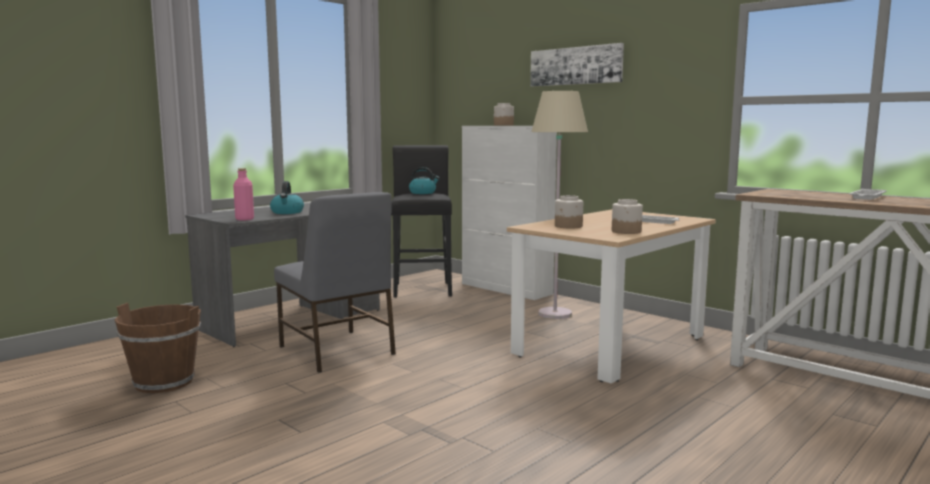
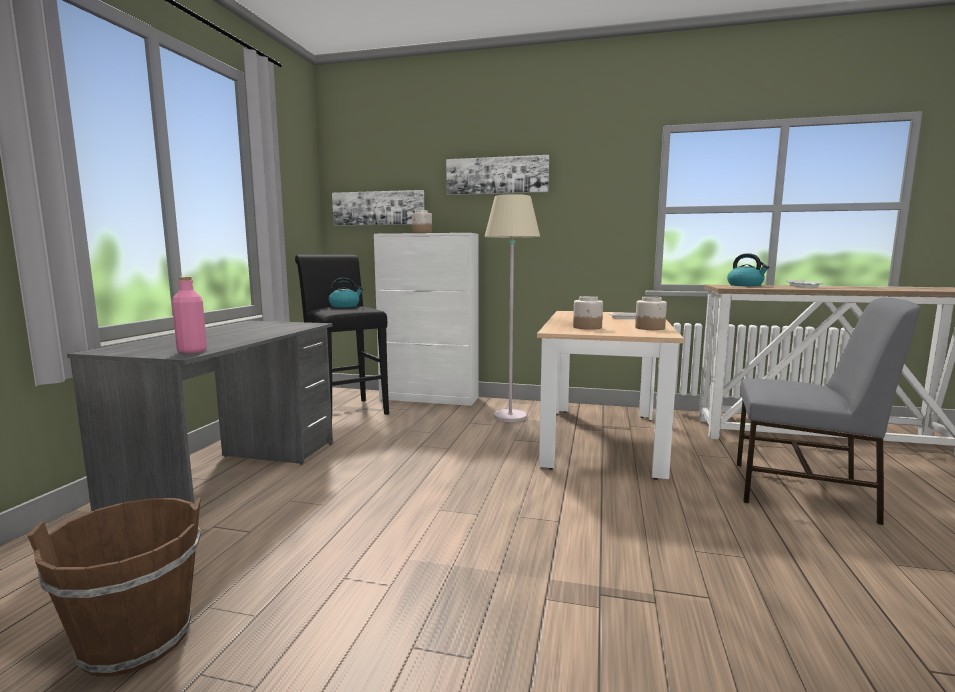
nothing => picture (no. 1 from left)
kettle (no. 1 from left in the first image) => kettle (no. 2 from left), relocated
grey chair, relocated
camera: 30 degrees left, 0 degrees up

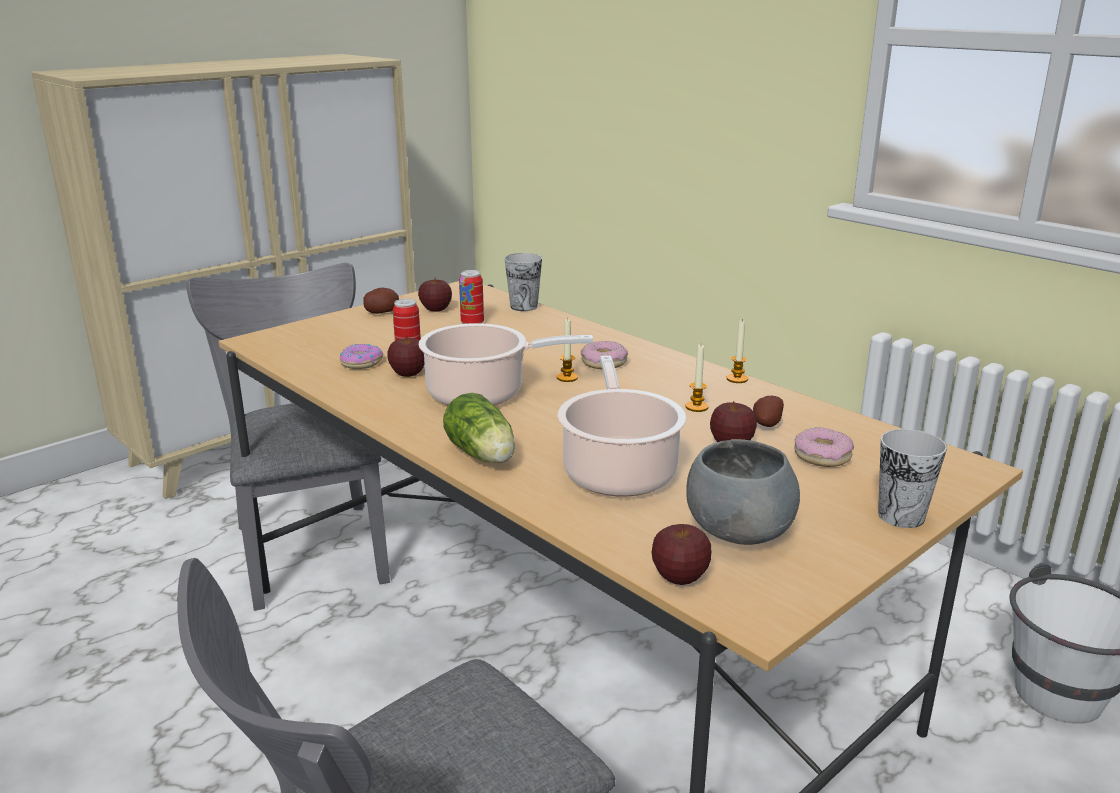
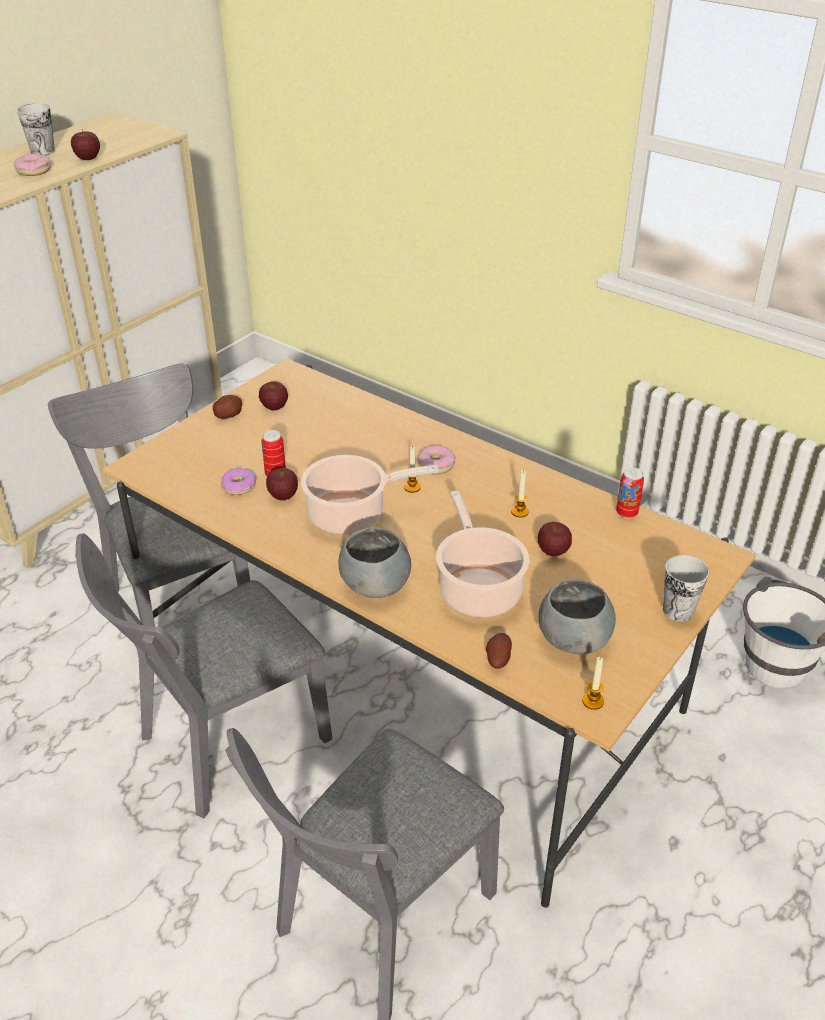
donut (no. 3 from left in the first image) => donut (no. 1 from left), relocated
cup (no. 1 from left), relocated
apple (no. 3 from left in the first image) => apple (no. 1 from left), relocated
nothing => grey chair (no. 2 from left)
lettuce => grey bowl (no. 1 from left)
potato (no. 2 from left), relocated
candle (no. 3 from left), relocated
can (no. 2 from left), relocated
camera: 10 degrees left, 15 degrees up

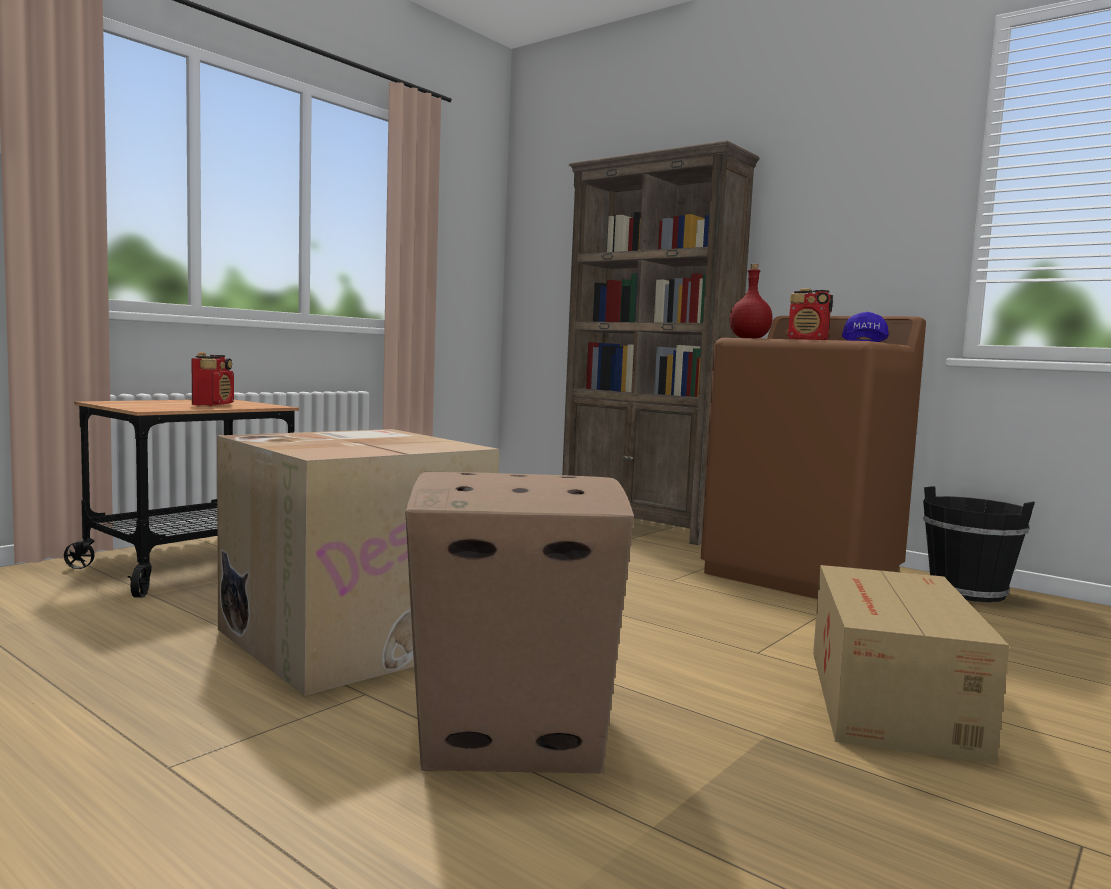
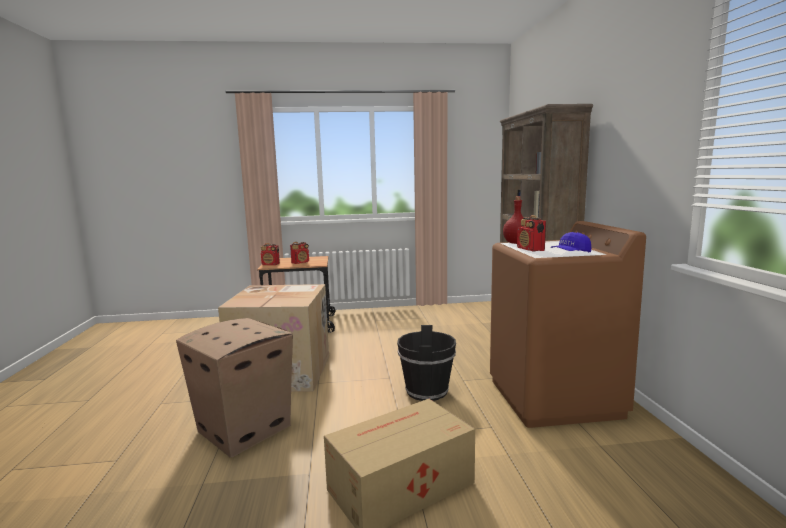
nothing => radio (no. 1 from left)
black bucket, relocated
camera: 45 degrees right, 5 degrees up

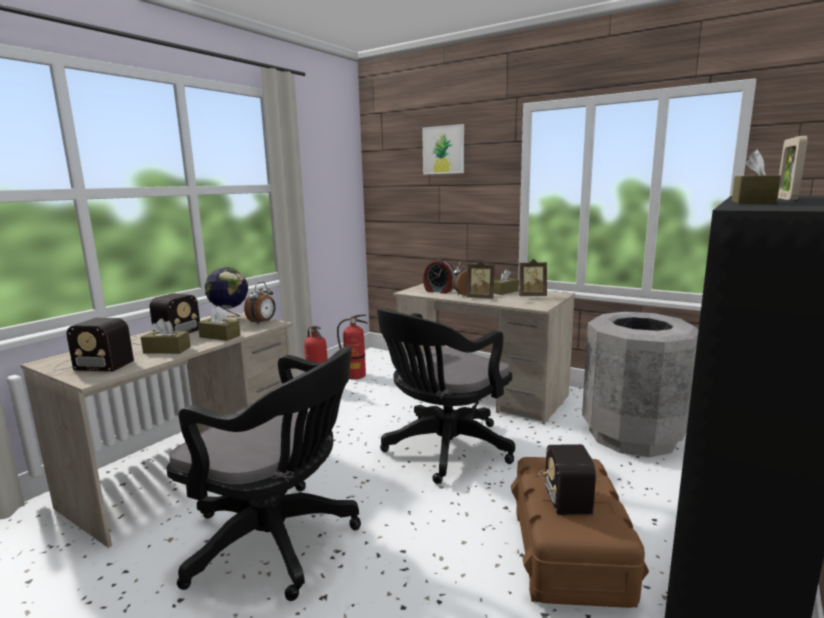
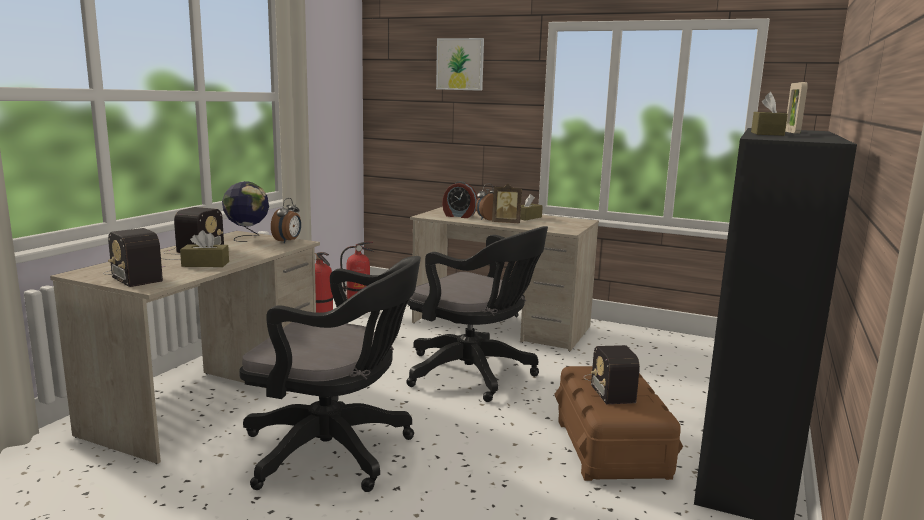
radio (no. 1 from left), 45 degrees clockwise
black office chair (no. 2 from left), 90 degrees counterclockwise
brown tissue box (no. 2 from left) => nothing
picture frame (no. 2 from left) => nothing
grey trash can => nothing
camera: 10 degrees left, 0 degrees up

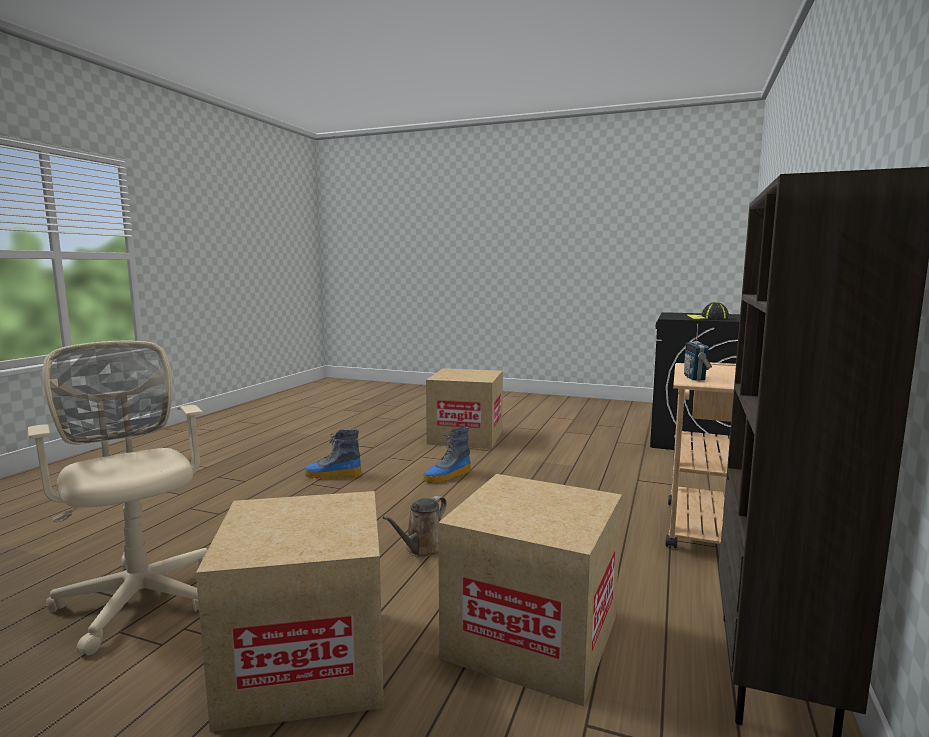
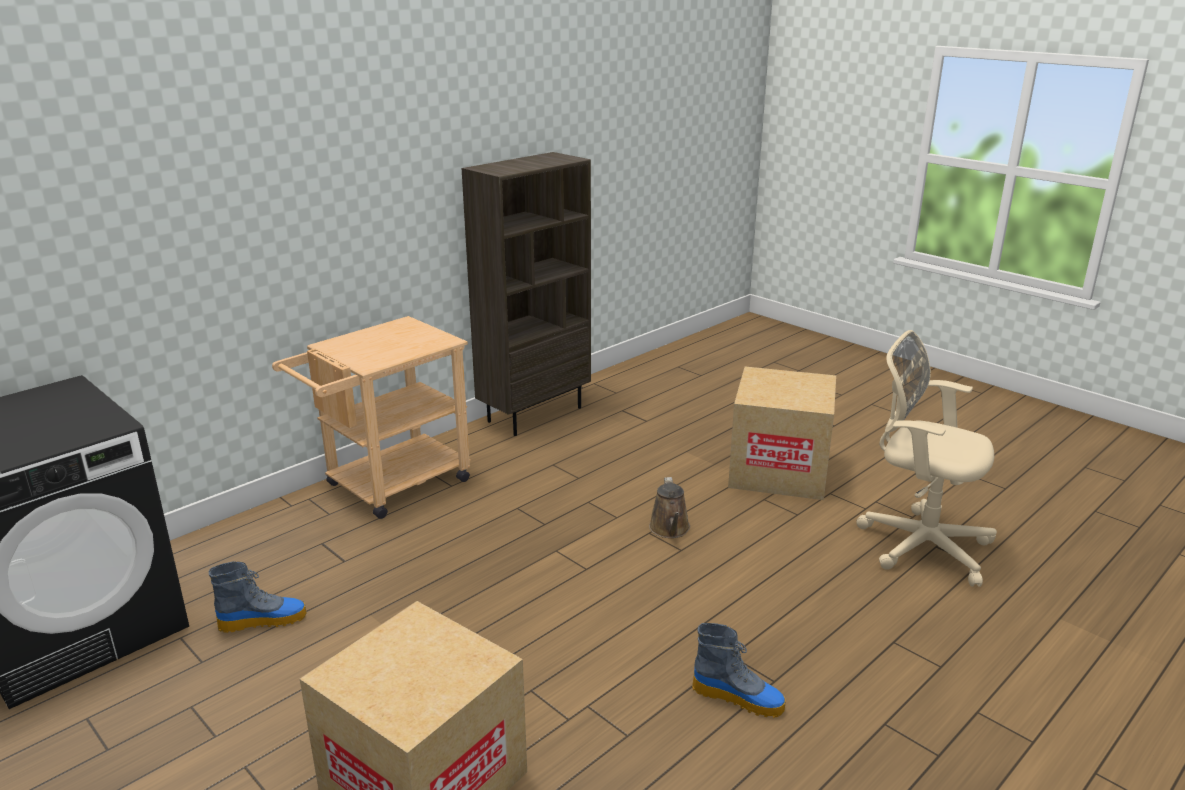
boot (no. 2 from left in the first image) => boot (no. 1 from left), relocated
brown watering can, 120 degrees clockwise
beige office chair, 135 degrees clockwise
cardboard box (no. 3 from left) => nothing
radio => nothing
cap => nothing
camera: 155 degrees left, 15 degrees up

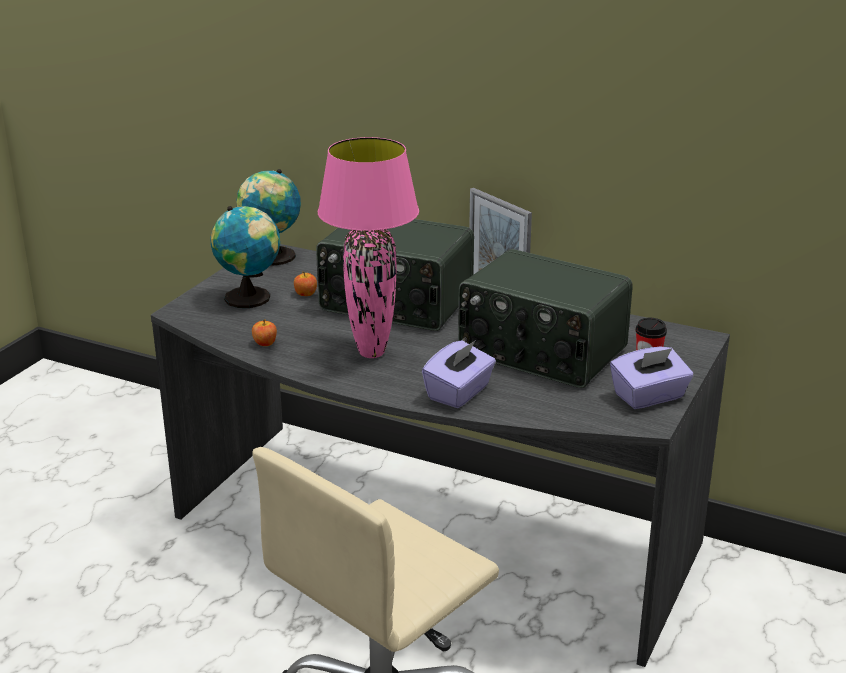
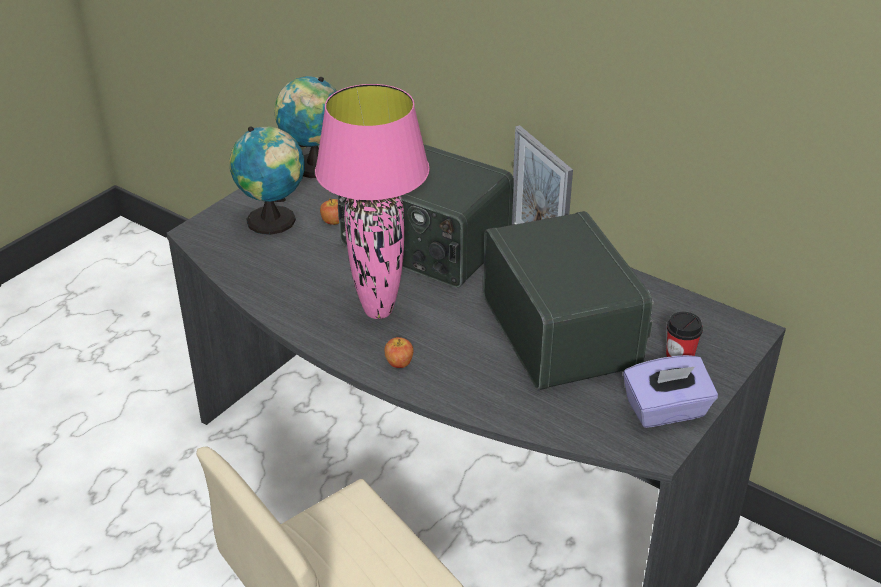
apple (no. 1 from left in the first image) => apple (no. 2 from left), relocated
radio (no. 2 from left), 150 degrees counterclockwise
purple tissue box (no. 1 from left) => nothing
camera: 10 degrees right, 10 degrees up

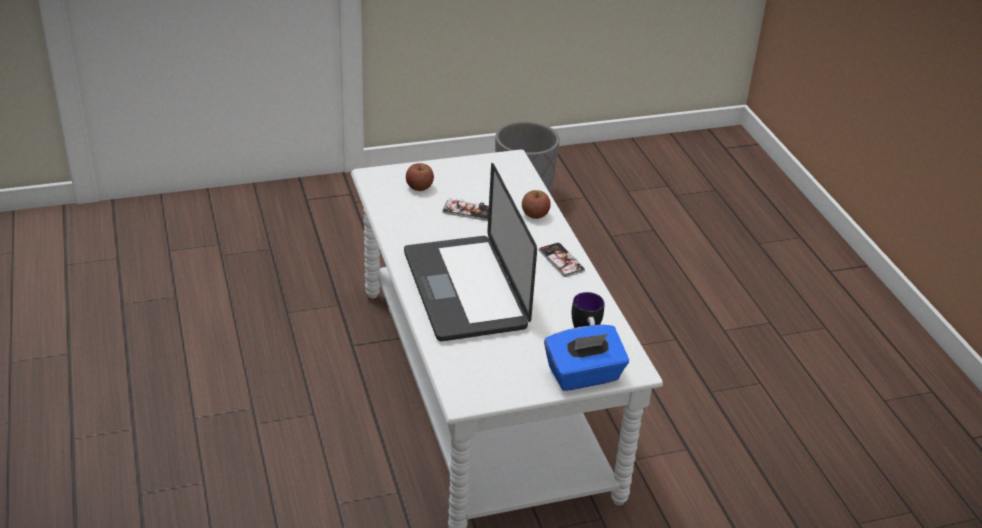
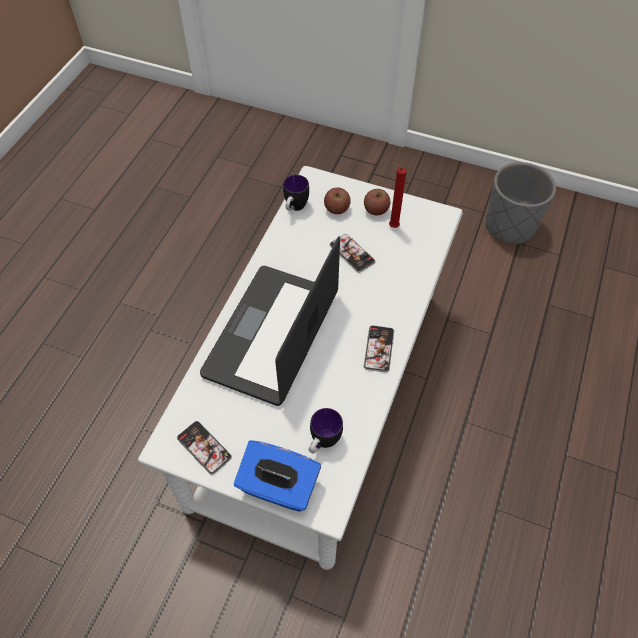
nothing => phone (no. 1 from left)
nothing => mug (no. 1 from left)
apple (no. 2 from left), relocated
nothing => red candle
camera: 40 degrees right, 20 degrees up

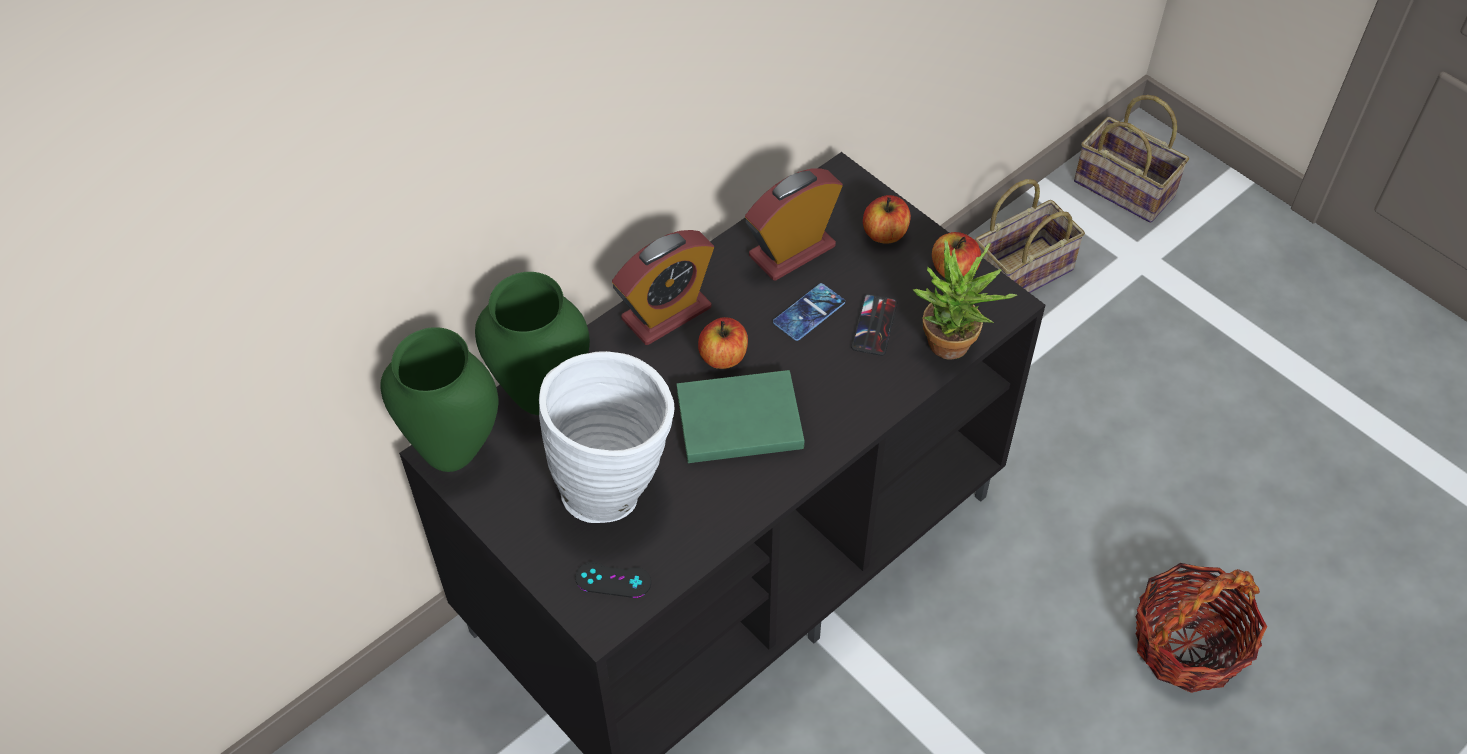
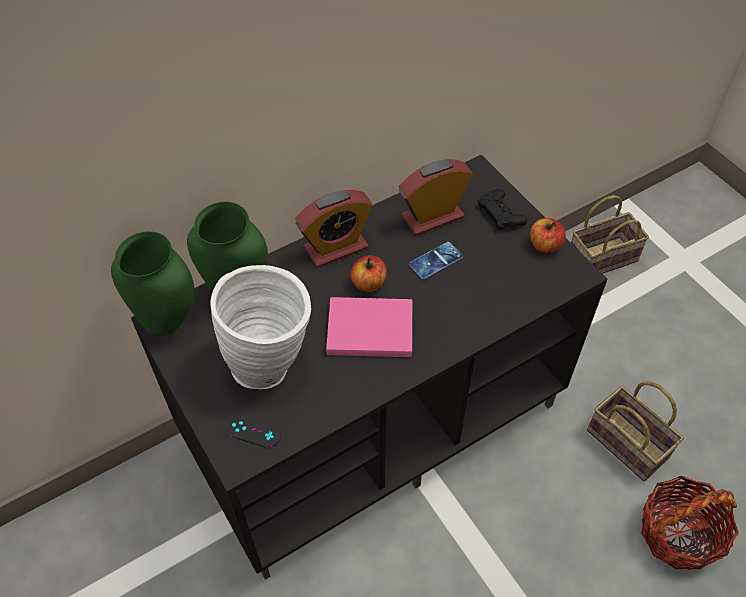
green book => pink book
apple (no. 2 from left) => black game controller (no. 2 from left)
basket (no. 2 from left), relocated
phone (no. 2 from left) => nothing
potted plant => nothing
camera: 10 degrees right, 0 degrees up

